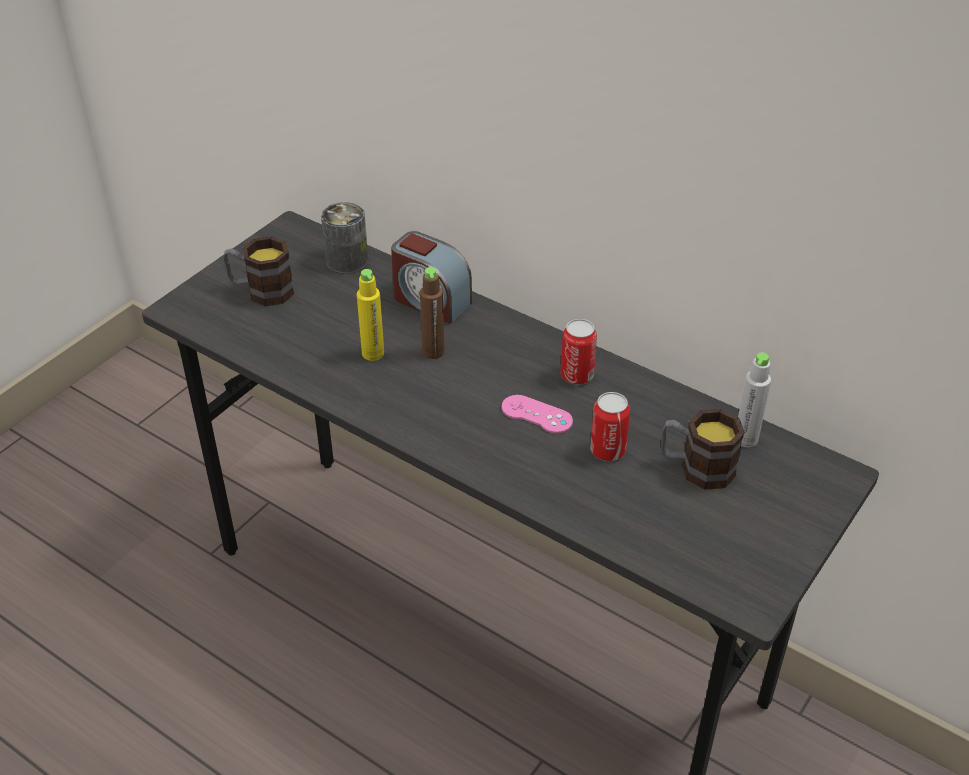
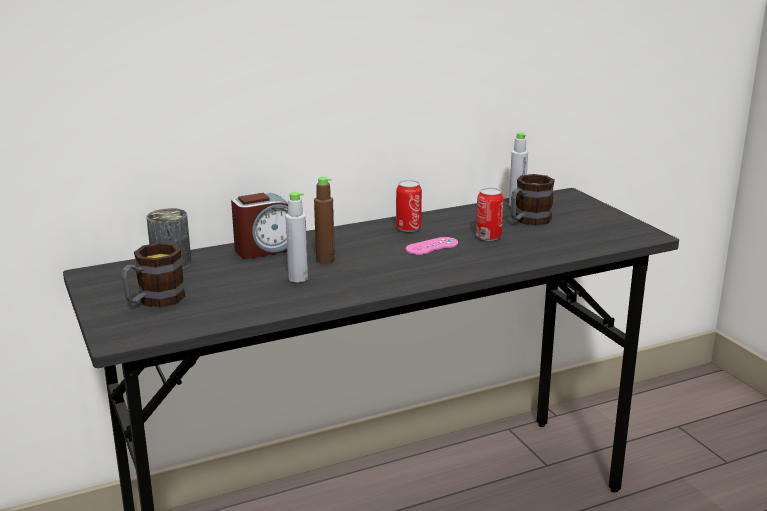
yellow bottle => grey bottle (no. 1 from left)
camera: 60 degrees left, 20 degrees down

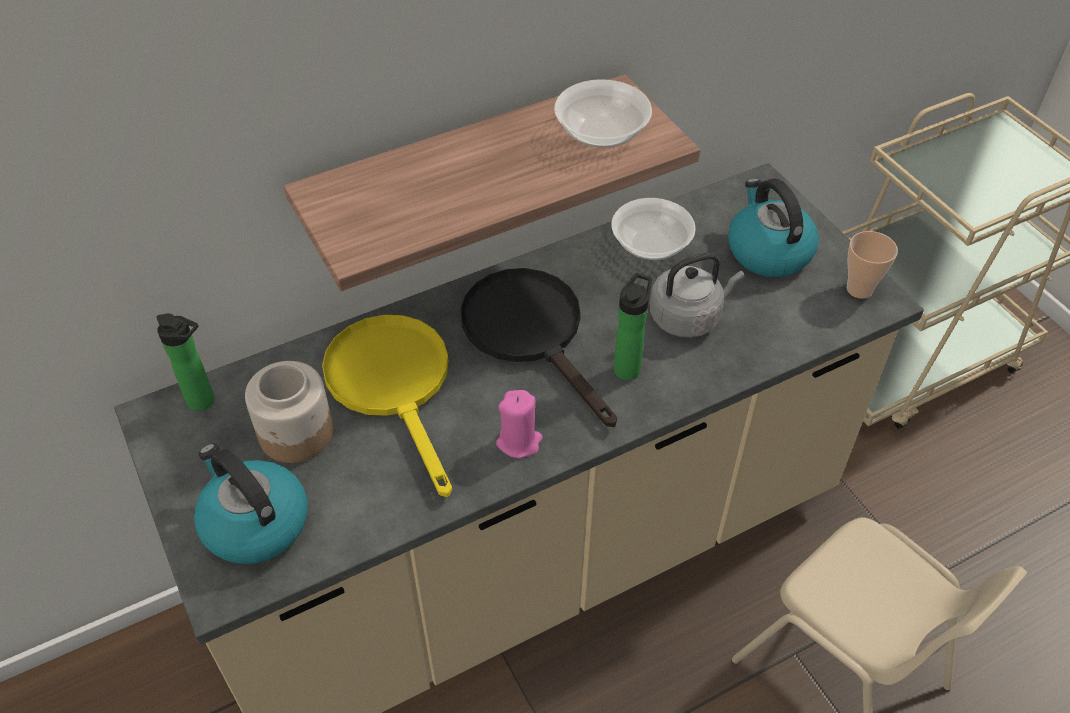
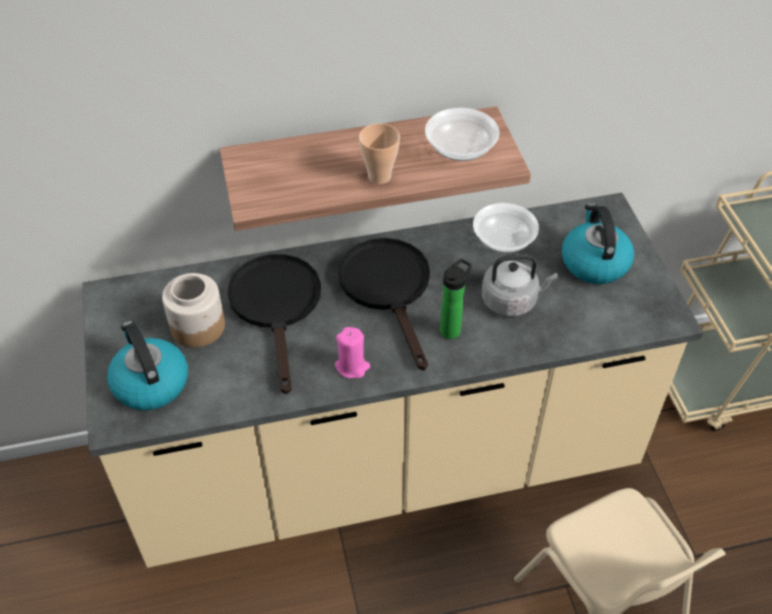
yellow frying pan => black frying pan (no. 1 from left)
cup, relocated
bottle (no. 1 from left) => nothing
camera: 15 degrees right, 0 degrees up

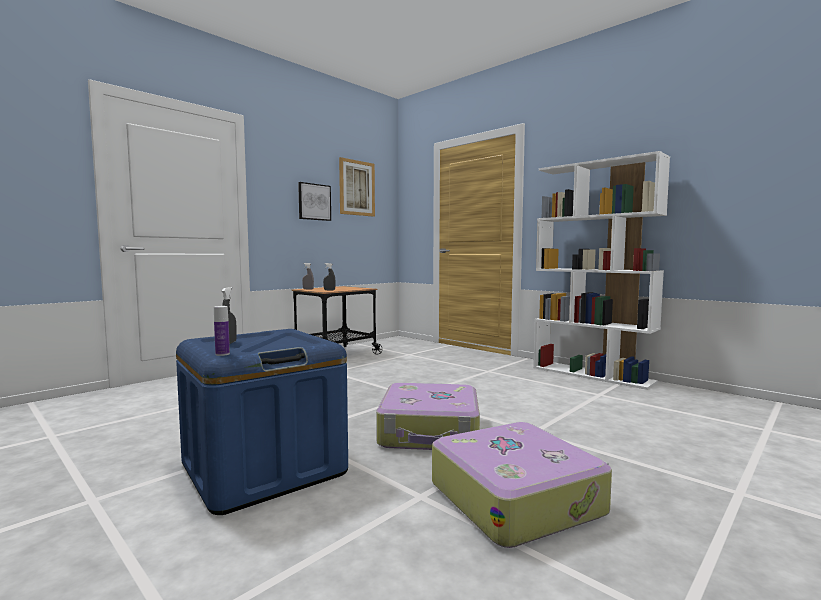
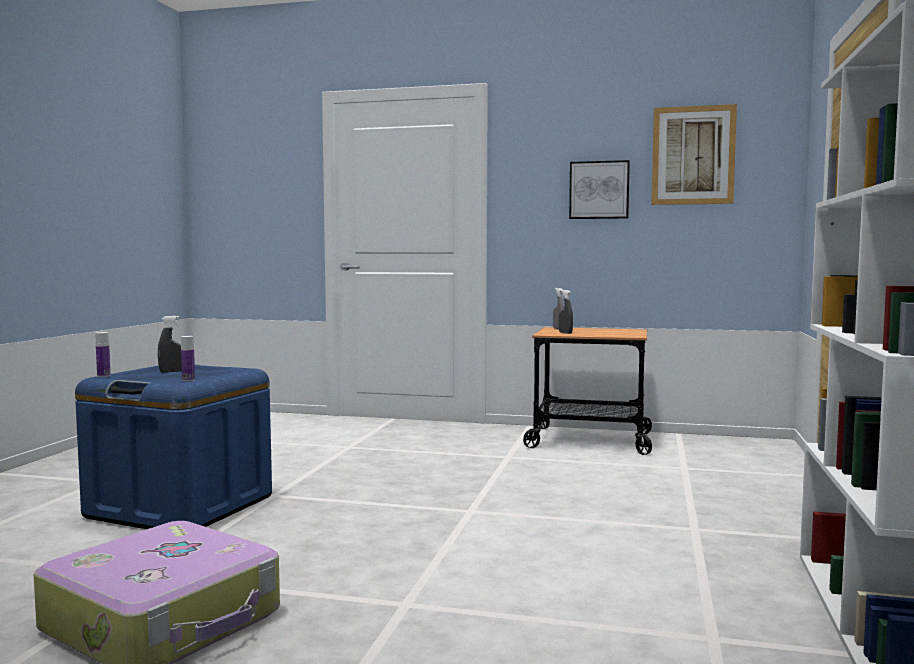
nothing => bottle (no. 2 from left)
suitcase (no. 1 from left) => nothing
camera: 60 degrees right, 0 degrees up

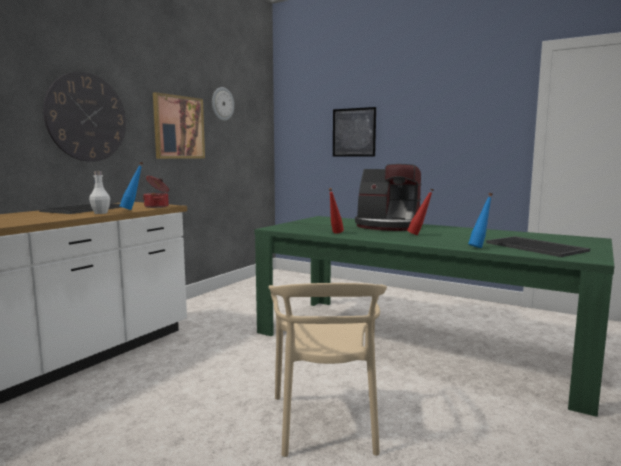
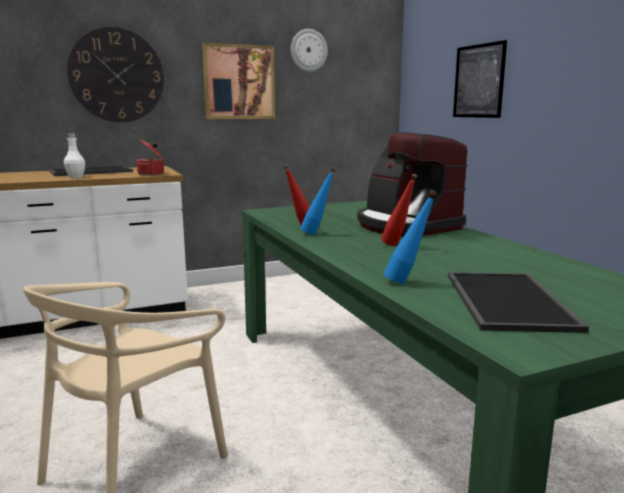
blue bottle (no. 1 from left), relocated
camera: 35 degrees right, 5 degrees up

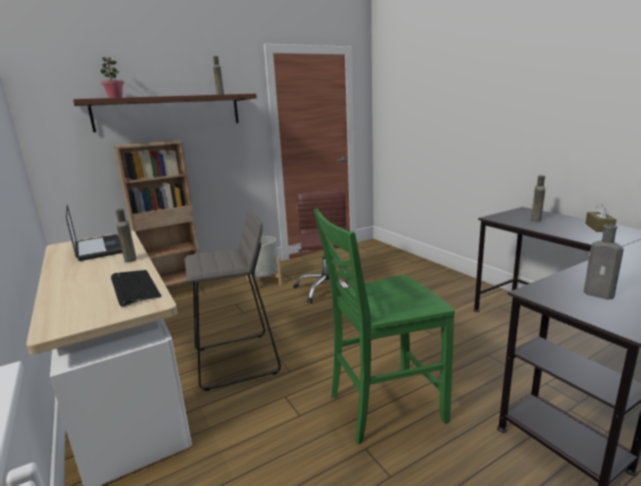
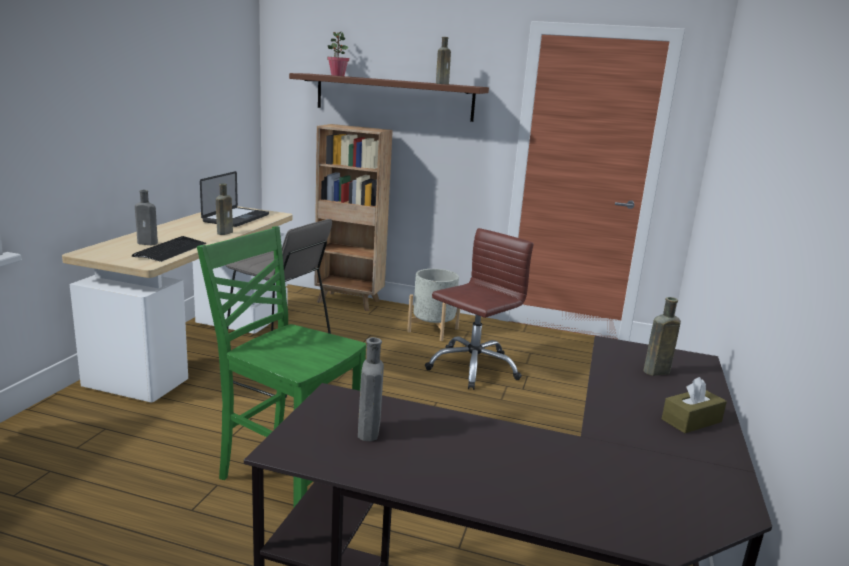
nothing => grey bottle (no. 1 from left)
camera: 45 degrees right, 0 degrees up

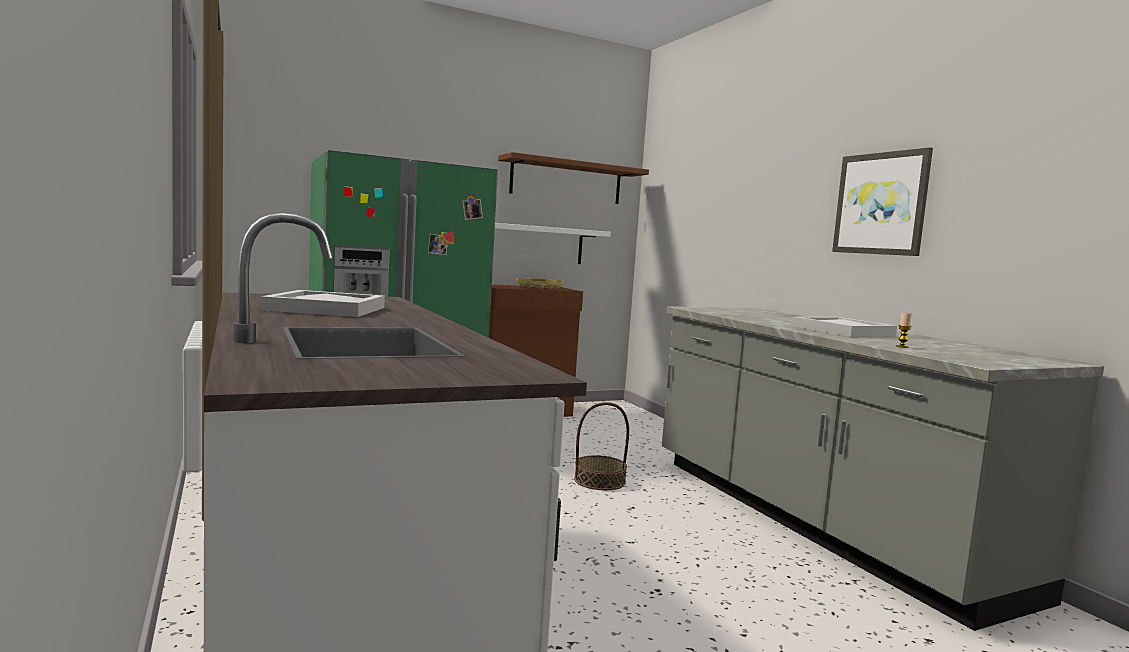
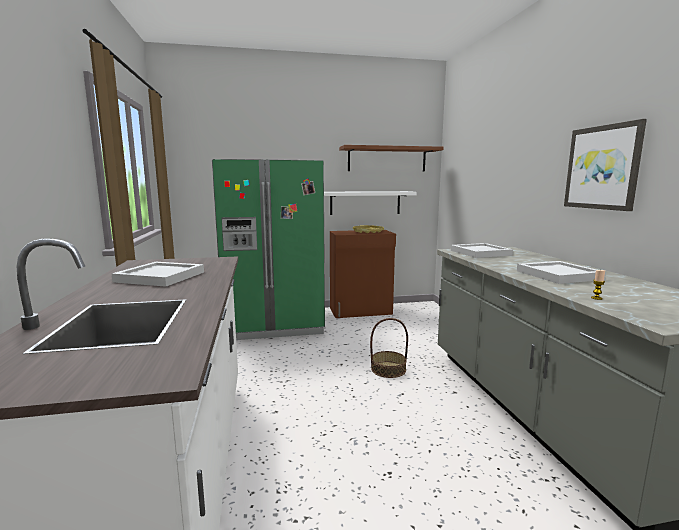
nothing => white tray (no. 2 from left)
camera: 15 degrees right, 5 degrees up

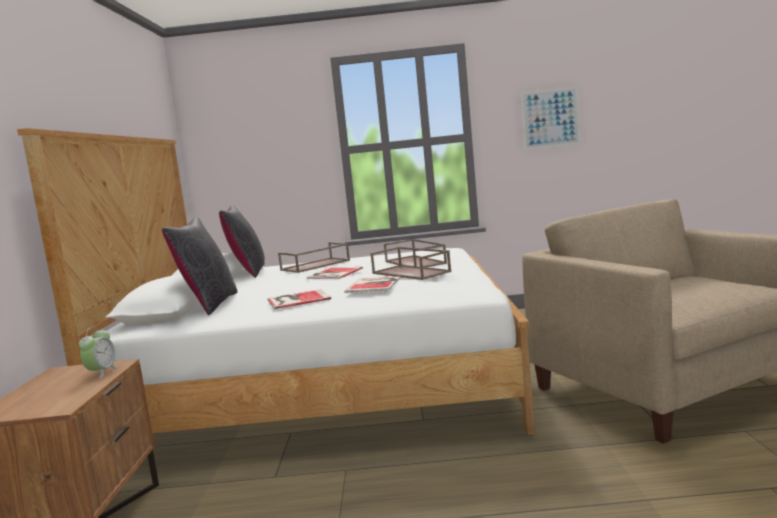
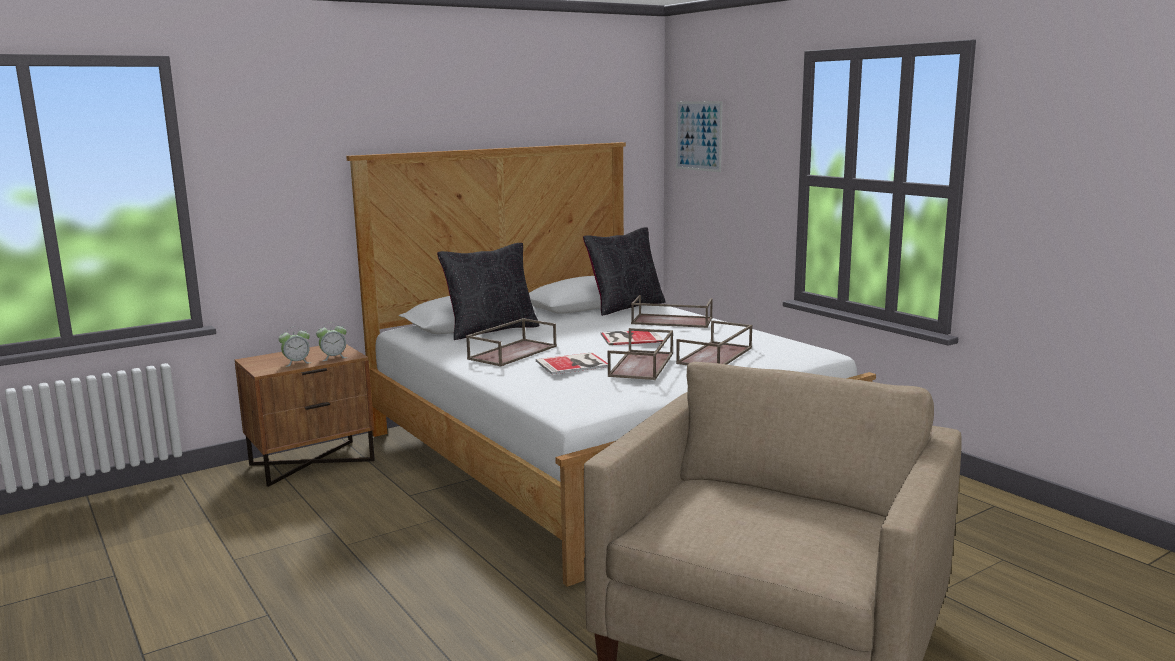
nothing => alarm clock (no. 1 from left)
book (no. 1 from left) => brown tray (no. 1 from left)
picture, relocated
camera: 55 degrees right, 5 degrees up

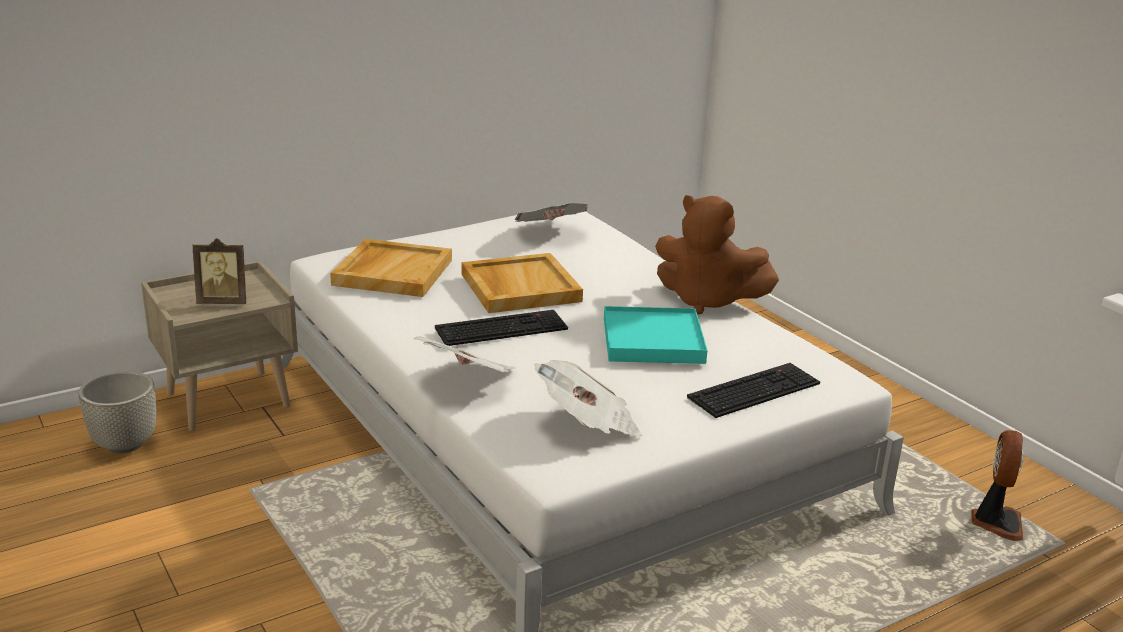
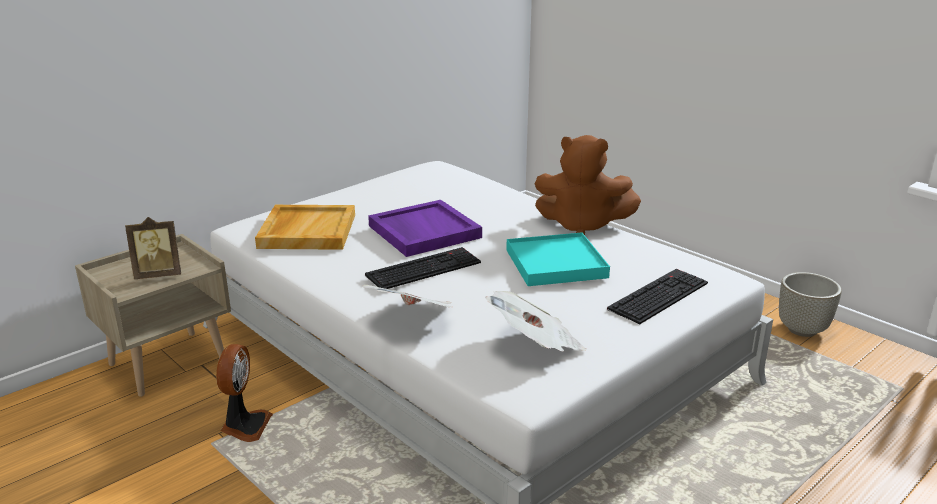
fan, relocated
beige tray (no. 2 from left) => purple tray
grey planter, relocated
newspaper (no. 2 from left) => nothing
camera: 10 degrees left, 0 degrees up

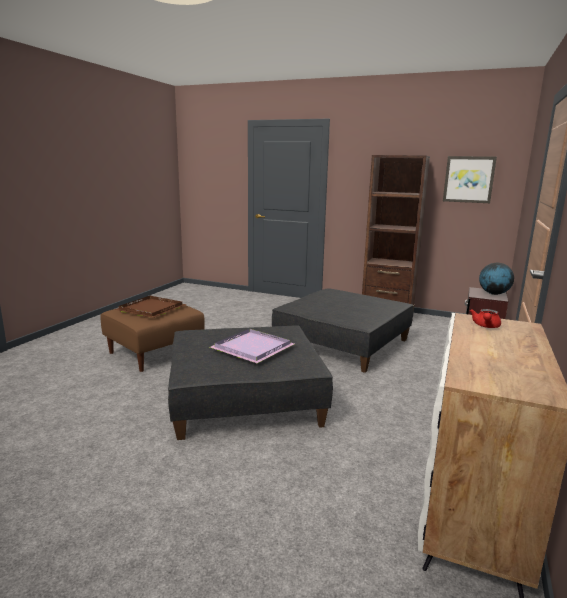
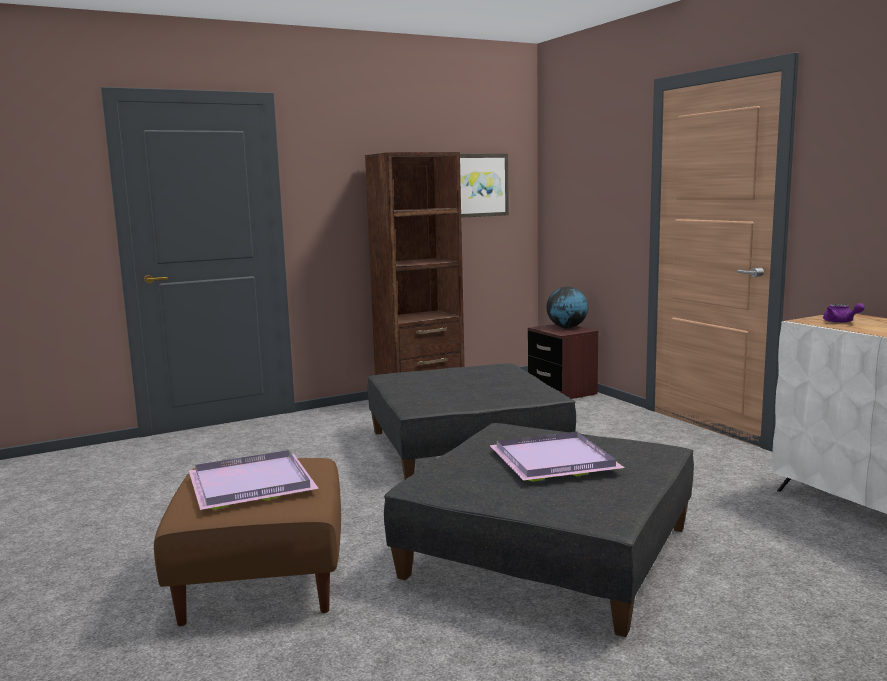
brown tray => purple tray (no. 1 from left)
red teapot => purple teapot
camera: 50 degrees left, 5 degrees down

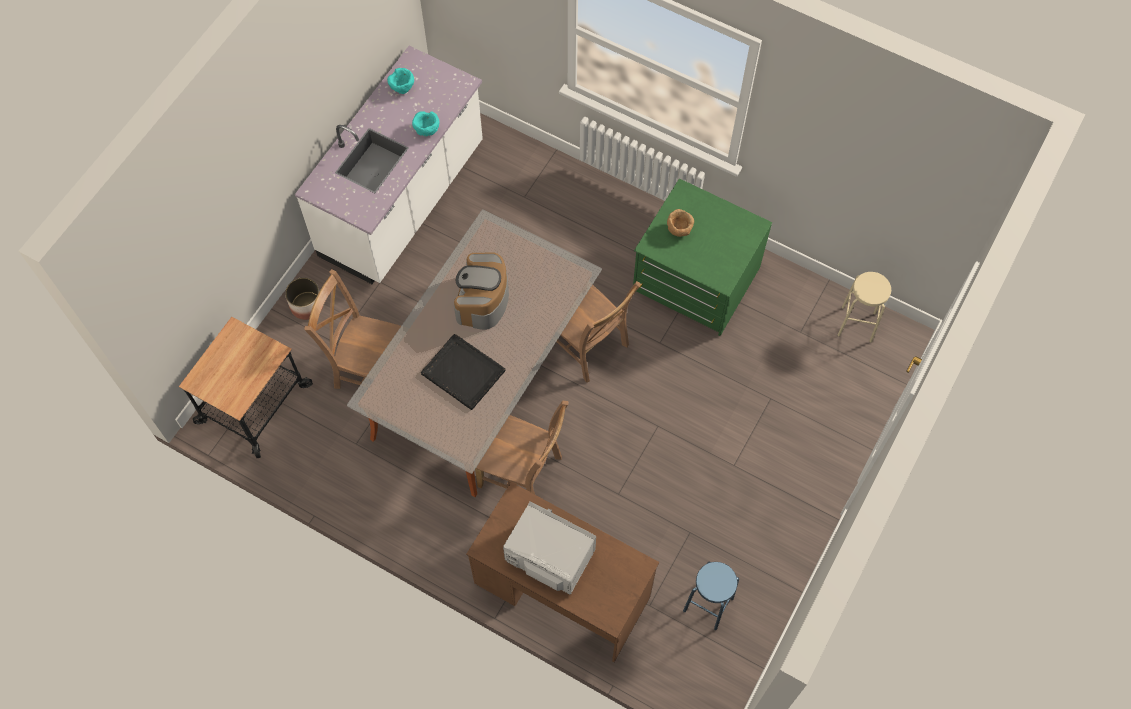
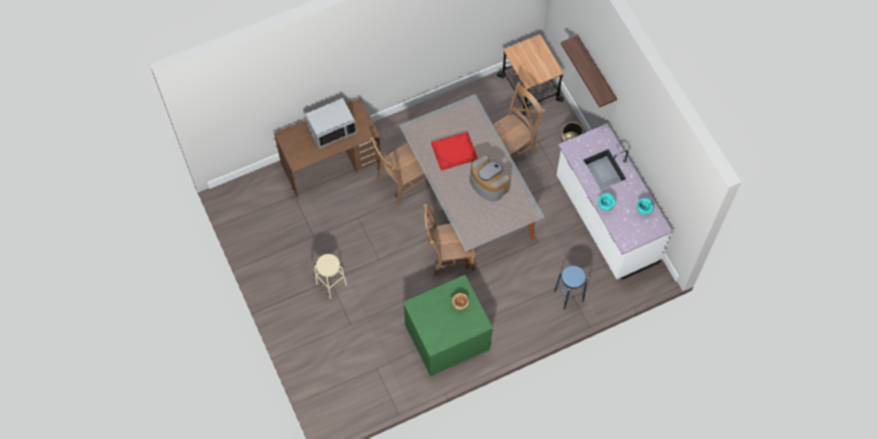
beige stool, relocated
black tray => red tray
blue stool, relocated
nothing => shelf
camera: 125 degrees right, 0 degrees up

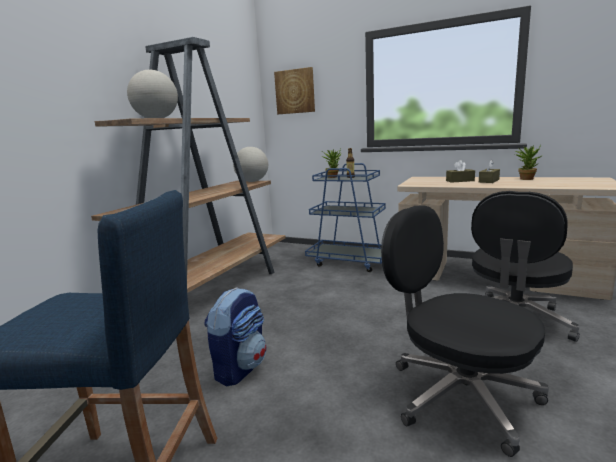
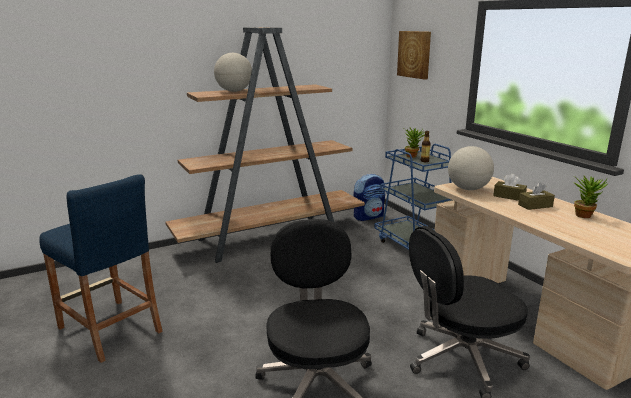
backpack, relocated
globe (no. 2 from left), relocated
camera: 35 degrees right, 5 degrees up

